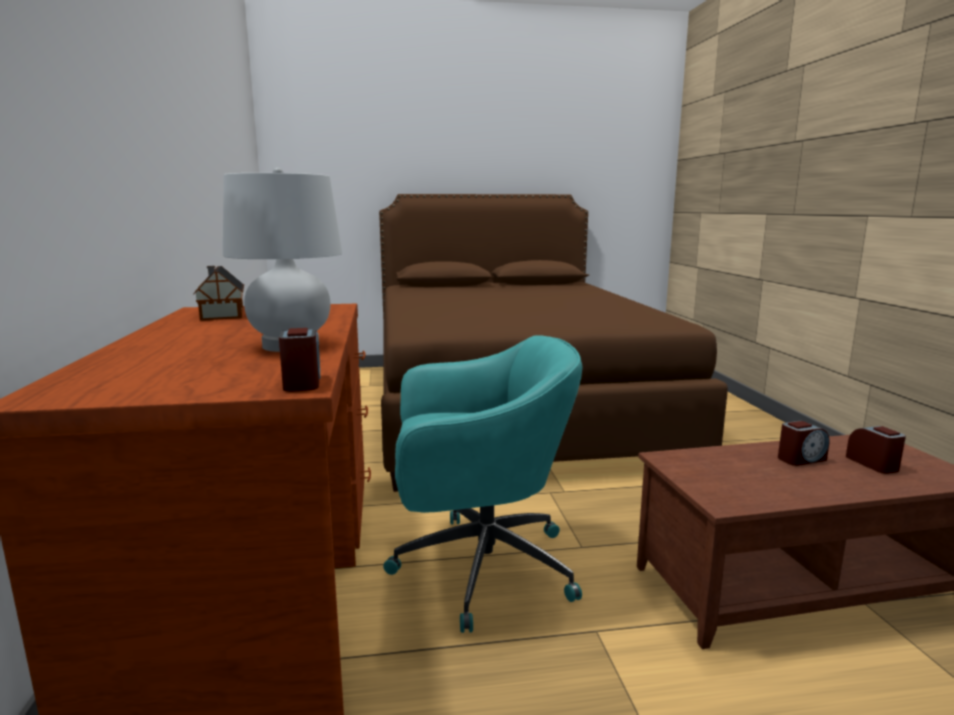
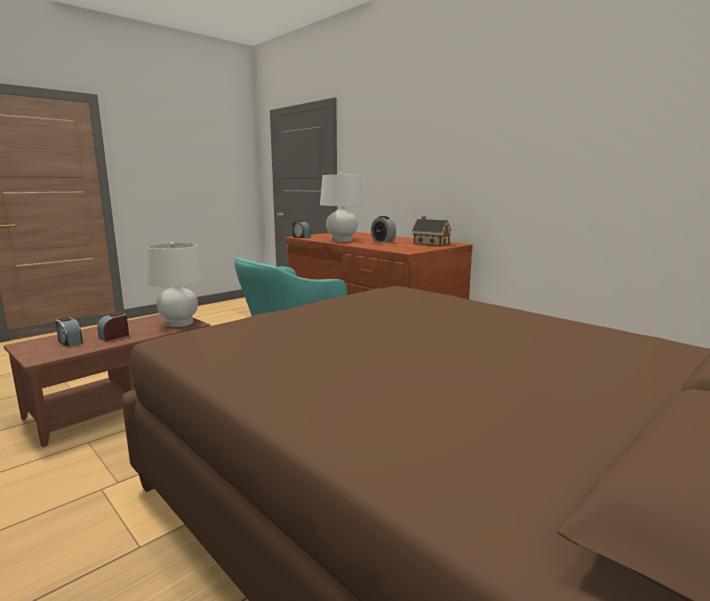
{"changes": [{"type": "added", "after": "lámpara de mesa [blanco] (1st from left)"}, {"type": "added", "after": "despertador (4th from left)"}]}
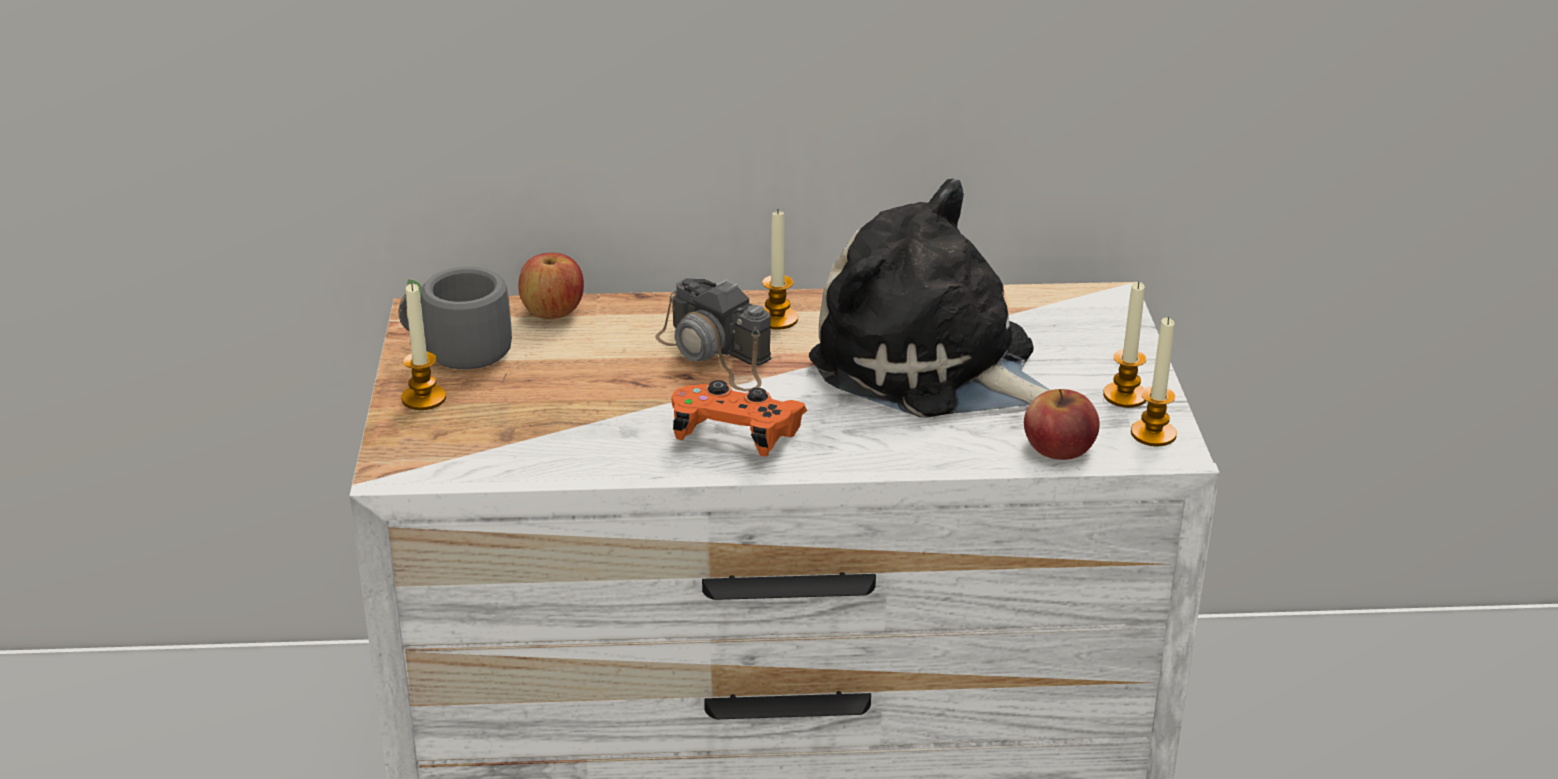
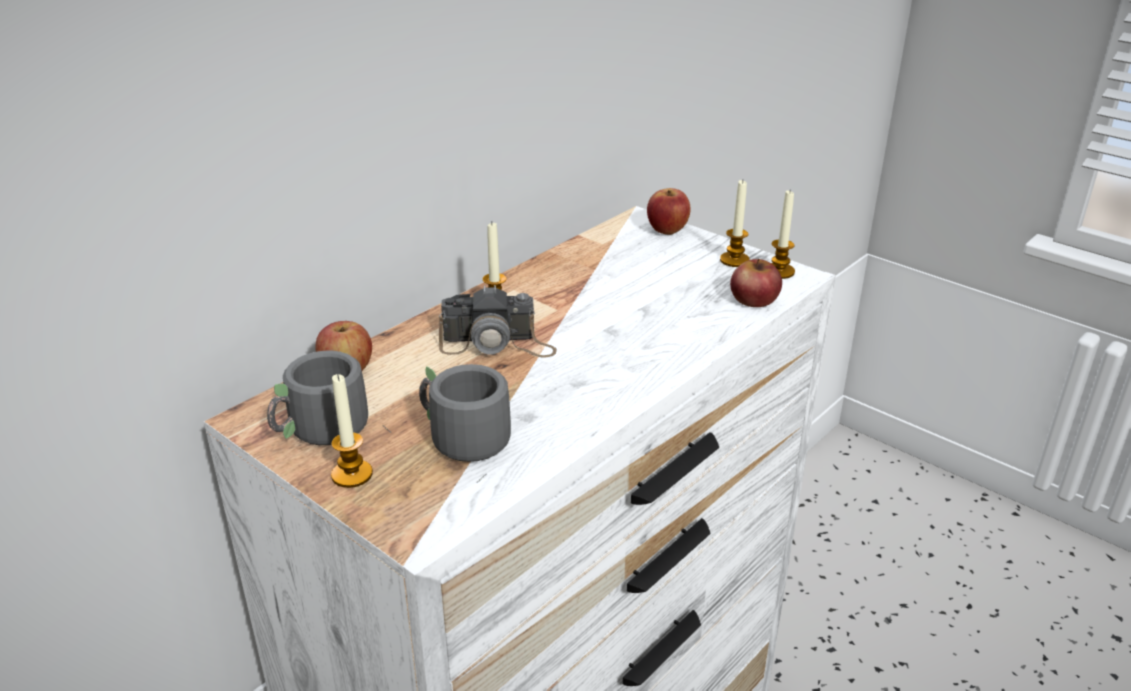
{"changes": [{"type": "removed", "before": "mando de consola [naranja]"}, {"type": "removed", "before": "peluche"}, {"type": "added", "after": "taza grande [gris] (2nd from left)"}, {"type": "added", "after": "manzana (2nd from left)"}]}
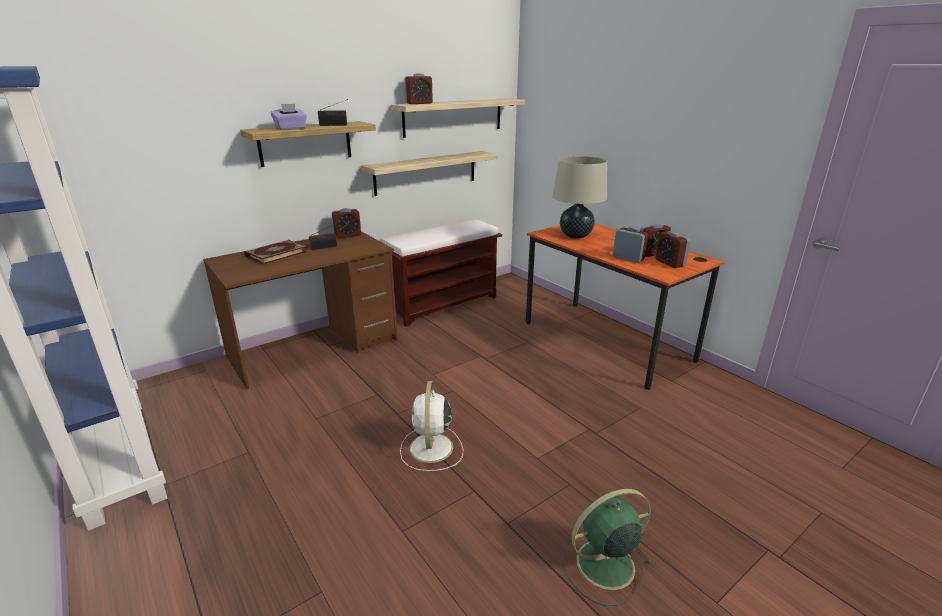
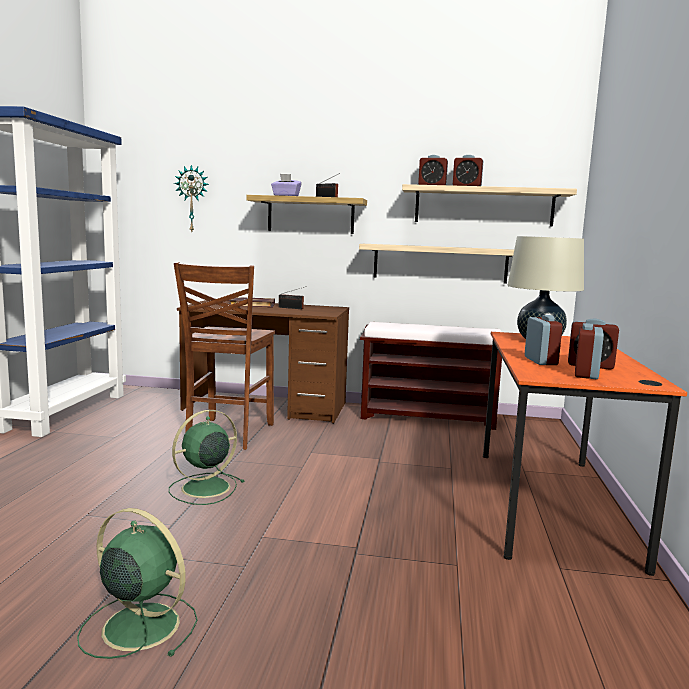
{"changes": [{"type": "moved", "before": "despertador (1st from left in the first image)", "after": "despertador (2nd from left)"}, {"type": "recoloured", "before": "ventilador [blanco]", "after": "ventilador [verde] (2nd from left)"}, {"type": "added", "after": "reloj de pared"}, {"type": "added", "after": "silla [marrón]"}]}
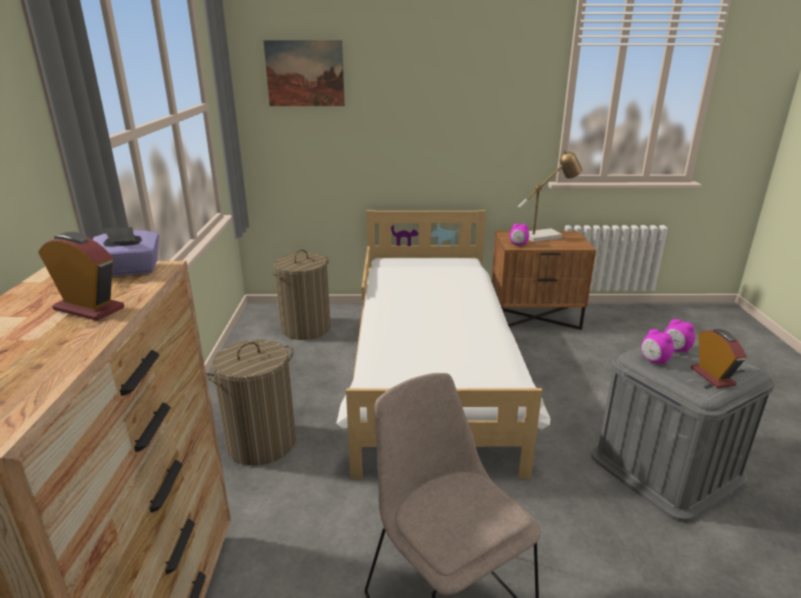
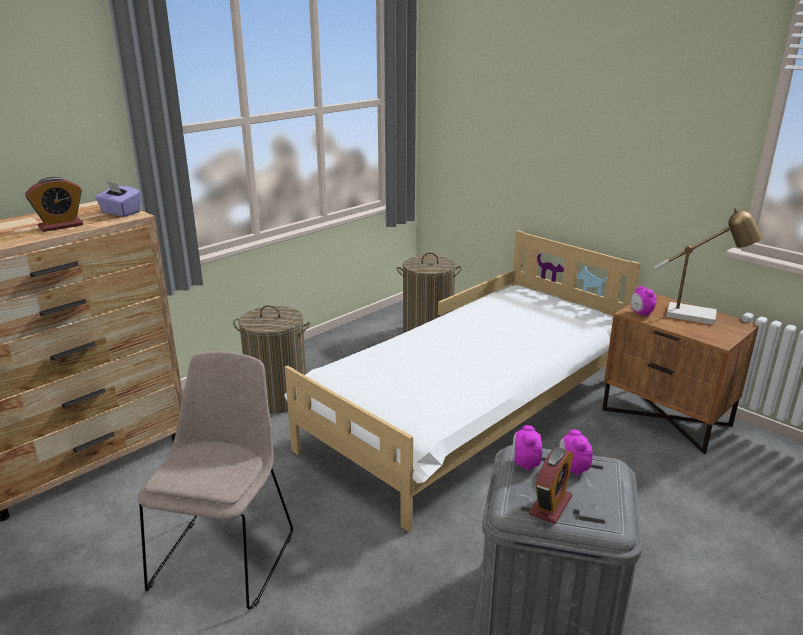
{"changes": [{"type": "turned", "before": "despertador (1st from left)", "turn": 75}, {"type": "removed", "before": "cuadro"}]}
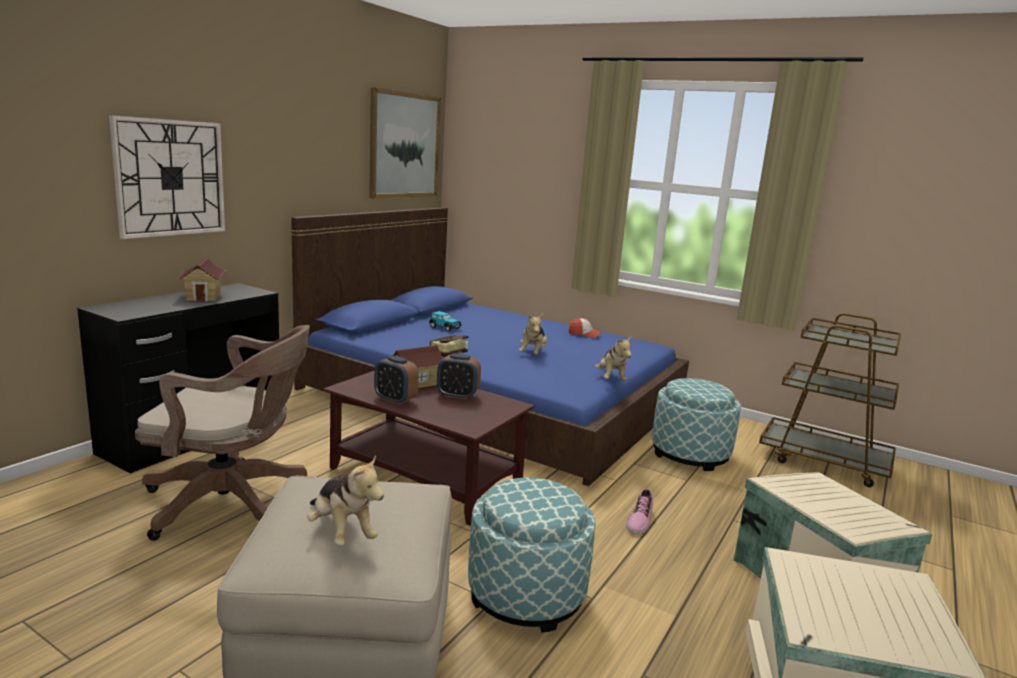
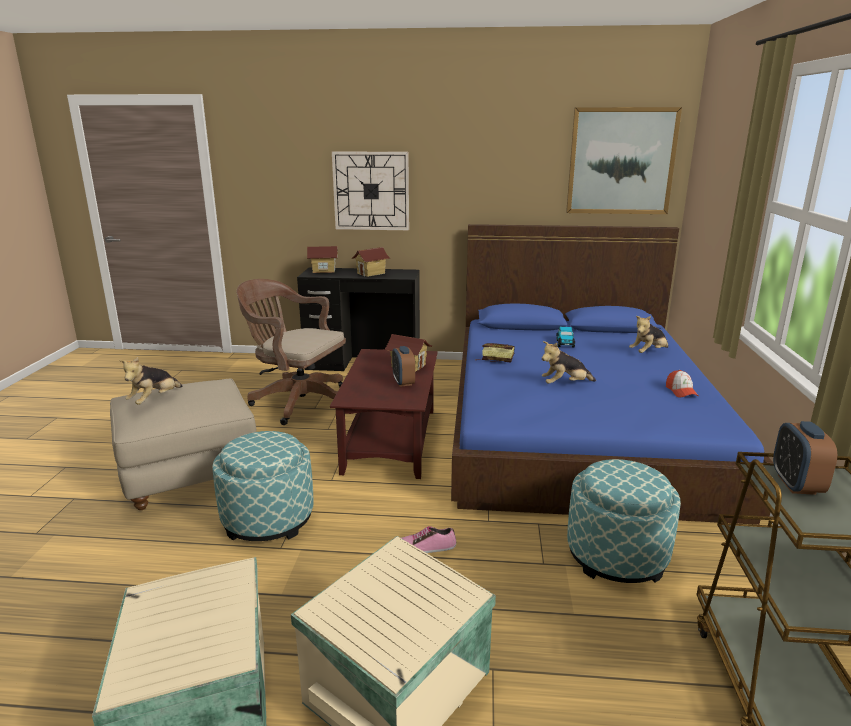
{"changes": [{"type": "turned", "before": "silla de oficina [marrón]", "turn": 135}, {"type": "moved", "before": "despertador (1st from left in the first image)", "after": "despertador (2nd from left)"}, {"type": "moved", "before": "peluche (3rd from left)"}, {"type": "added", "after": "casita (1st from left)"}]}
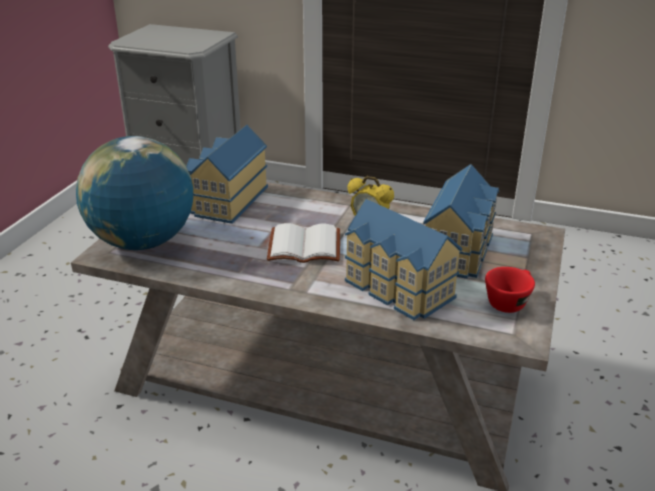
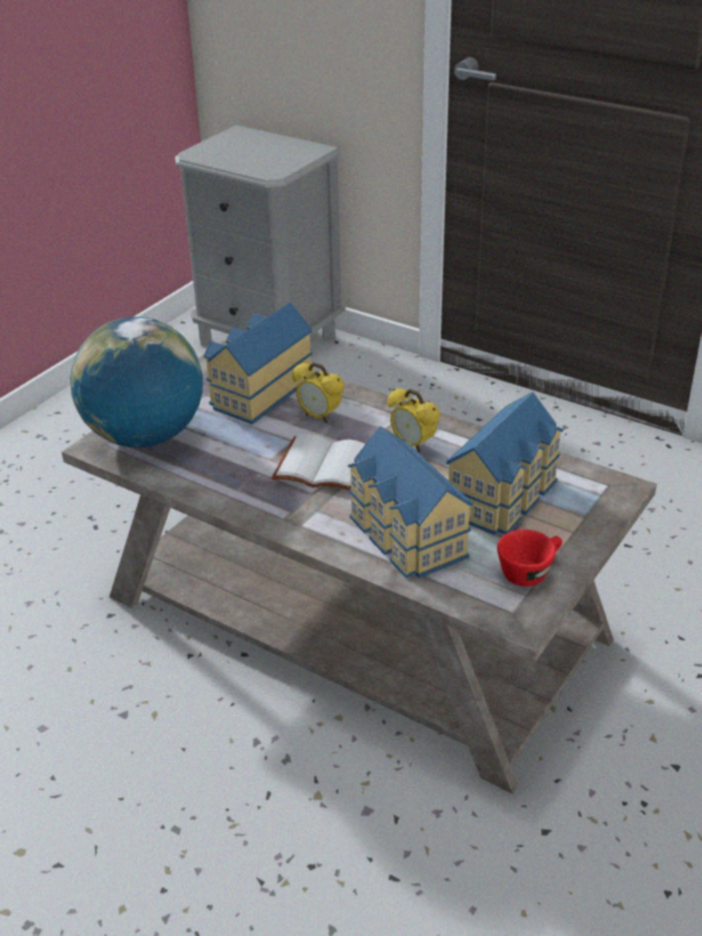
{"changes": [{"type": "added", "after": "despertador (1st from left)"}]}
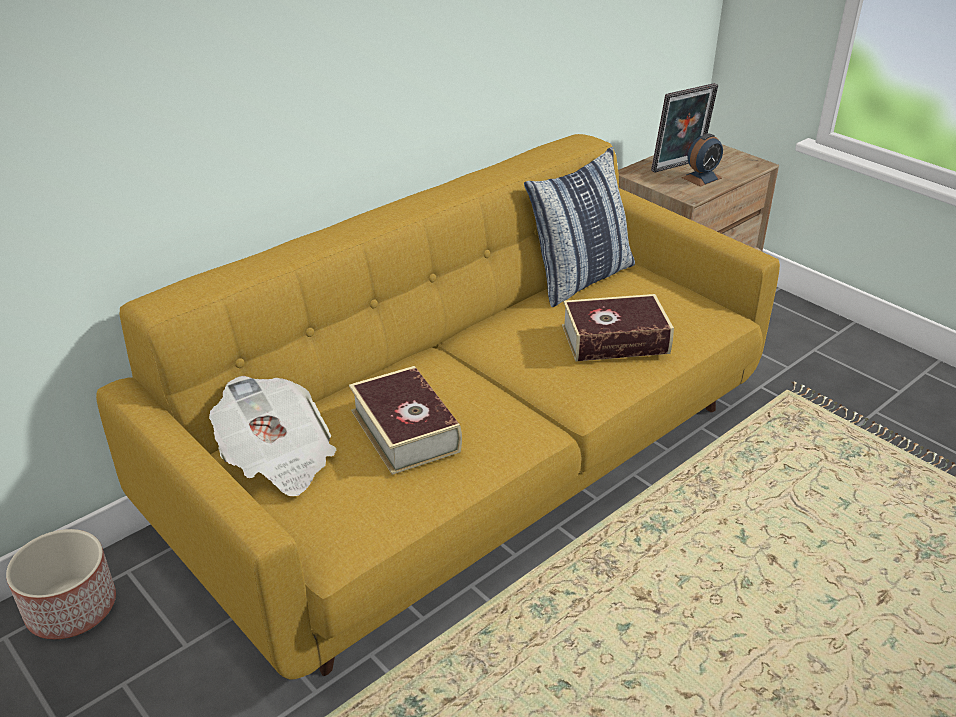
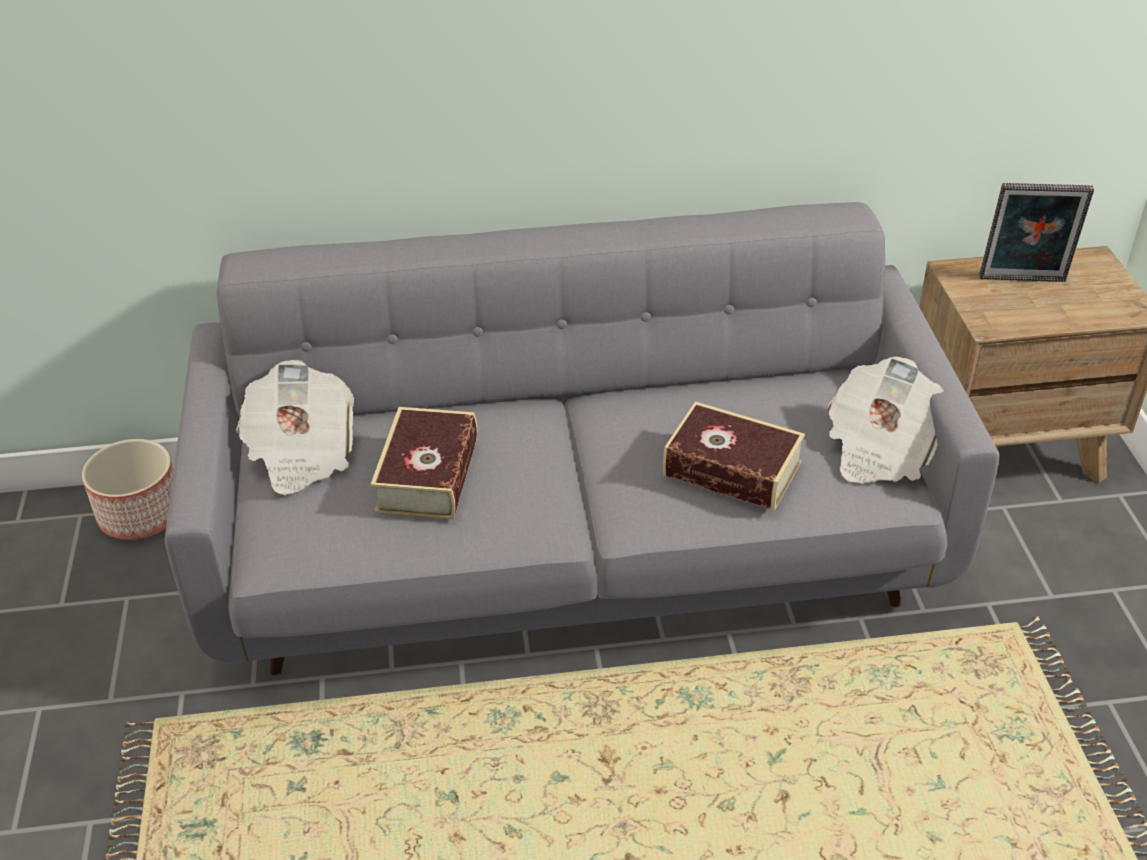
{"changes": [{"type": "recoloured", "before": "sofá [amarillo]", "after": "sofá [gris]"}, {"type": "removed", "before": "cojín"}, {"type": "removed", "before": "despertador"}, {"type": "added", "after": "periódico (2nd from left)"}]}
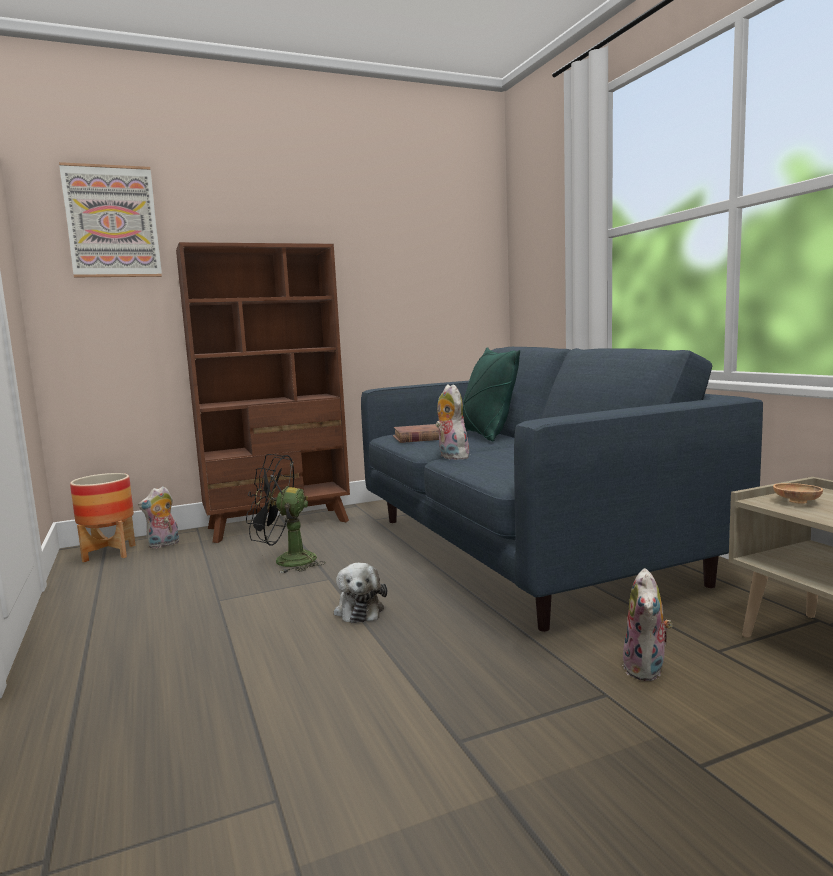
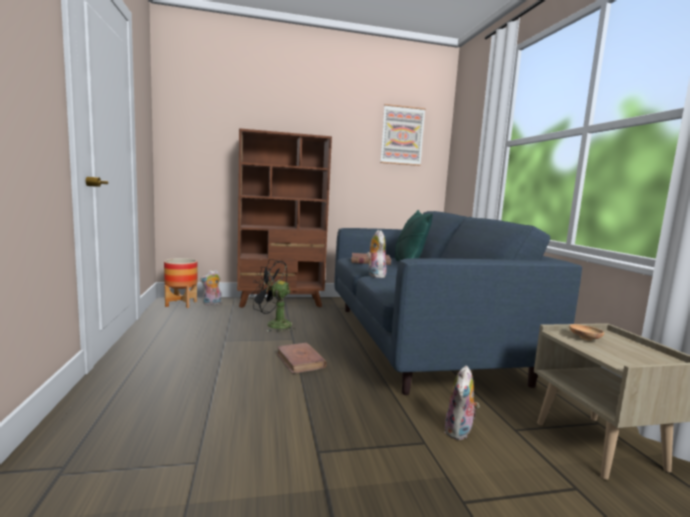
{"changes": [{"type": "moved", "before": "cuadro"}, {"type": "replaced", "before": "peluche (2nd from left)", "after": "libro [marrón] (1st from left)"}]}
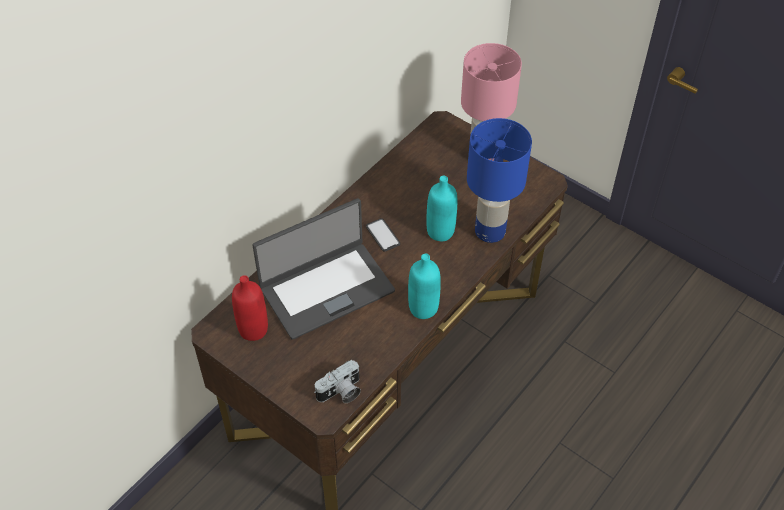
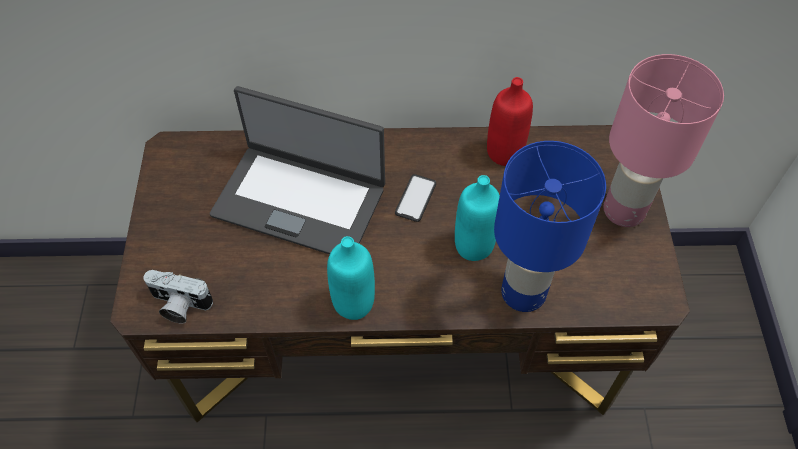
{"changes": [{"type": "moved", "before": "botella [rojo]"}]}
